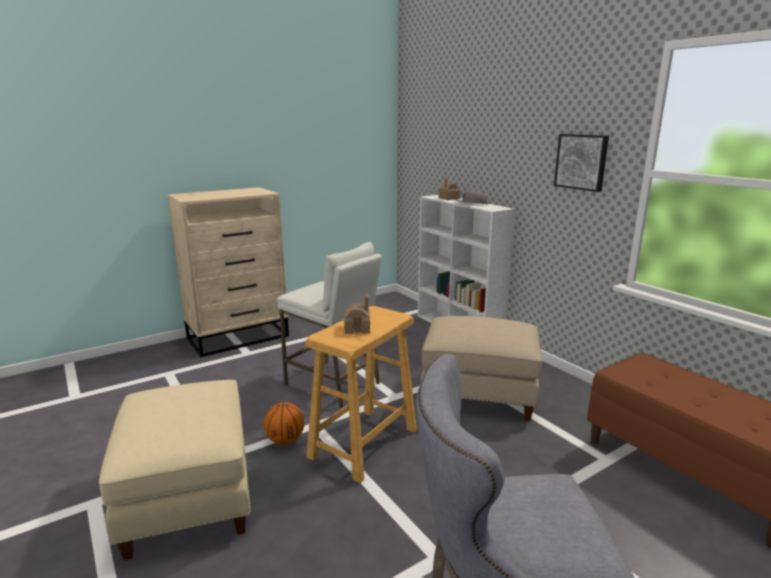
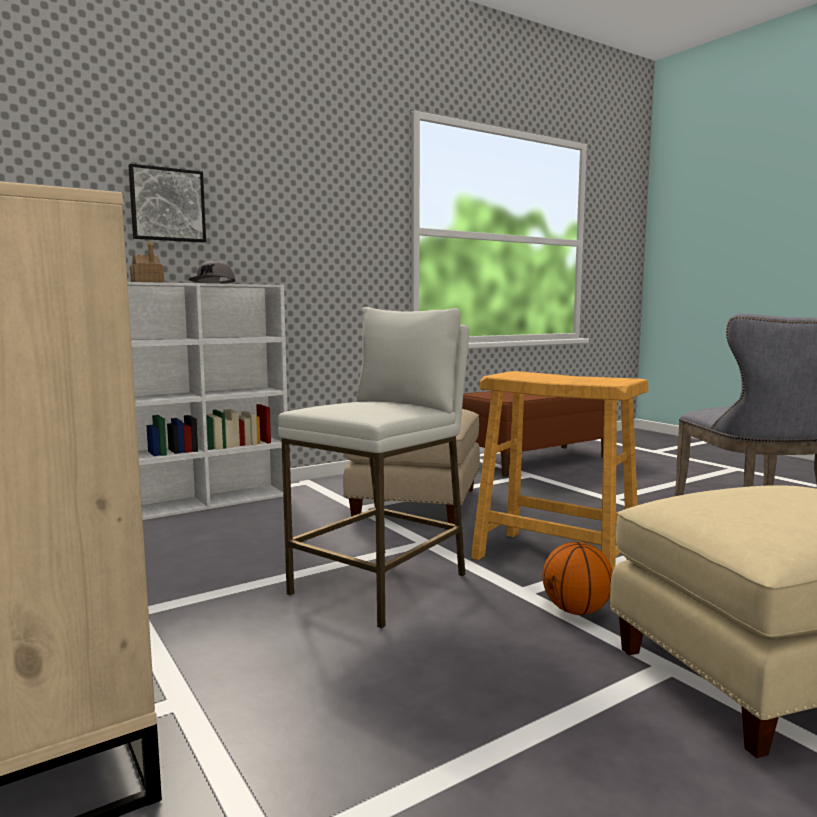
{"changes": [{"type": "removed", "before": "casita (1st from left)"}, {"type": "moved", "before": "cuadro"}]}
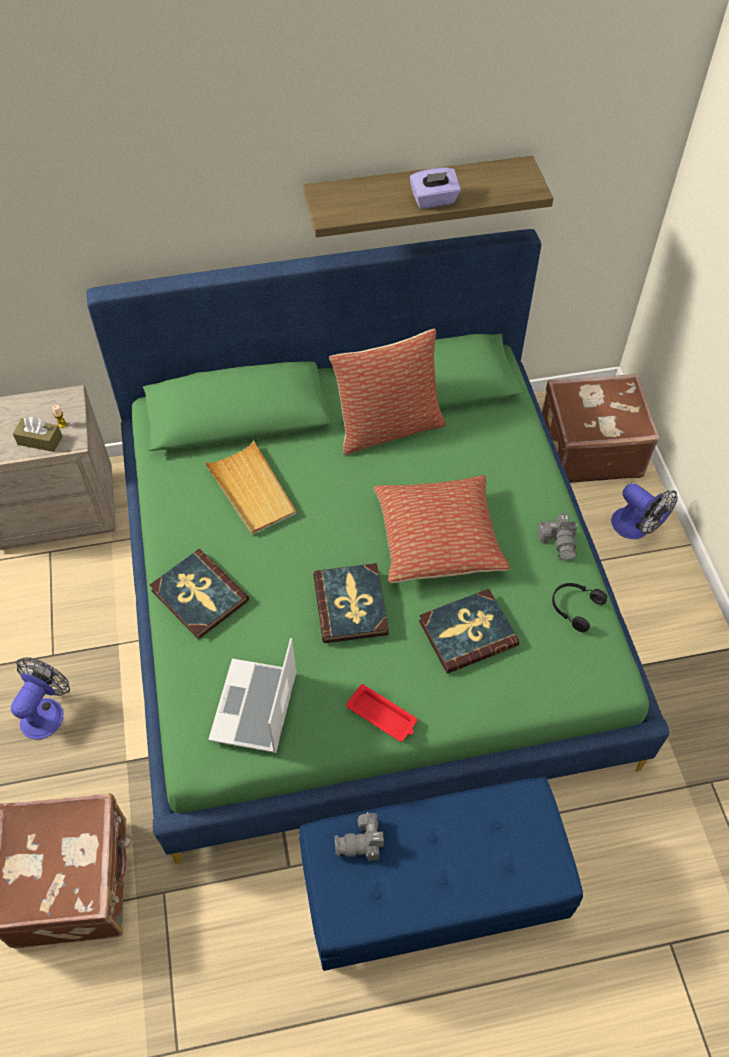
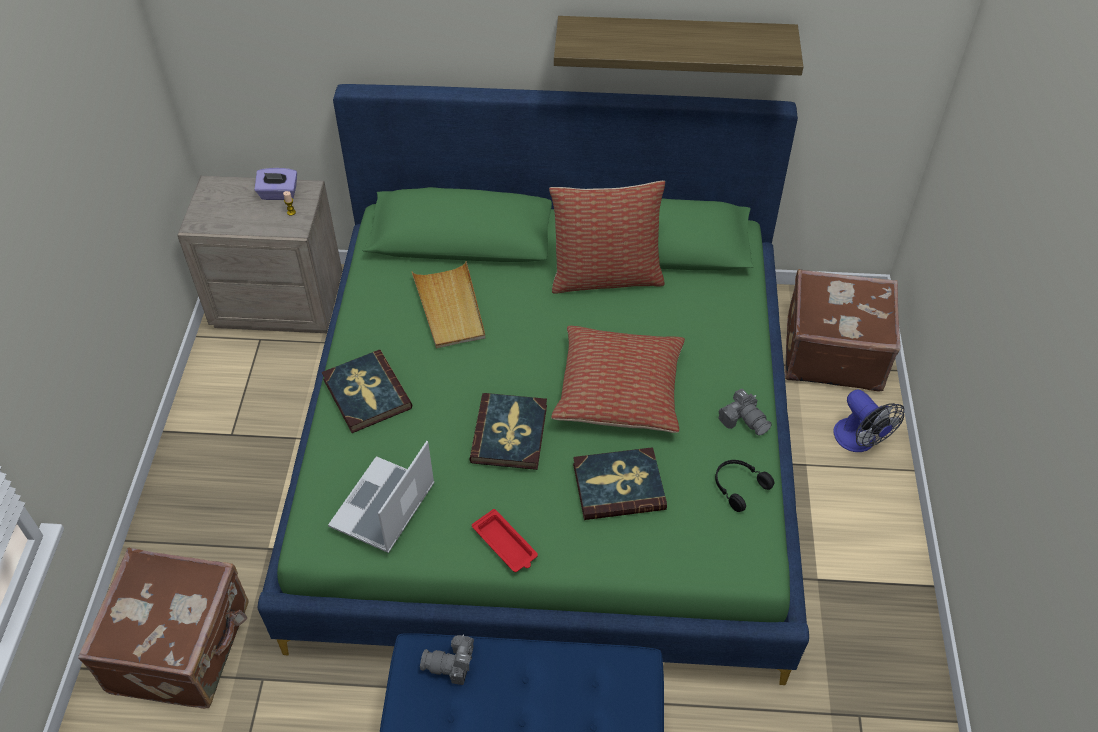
{"changes": [{"type": "removed", "before": "ventilador (1st from left)"}, {"type": "removed", "before": "caja de pañuelos [marrón]"}, {"type": "moved", "before": "caja de pañuelos [morado]"}, {"type": "turned", "before": "cámara (2nd from left)", "turn": -45}]}
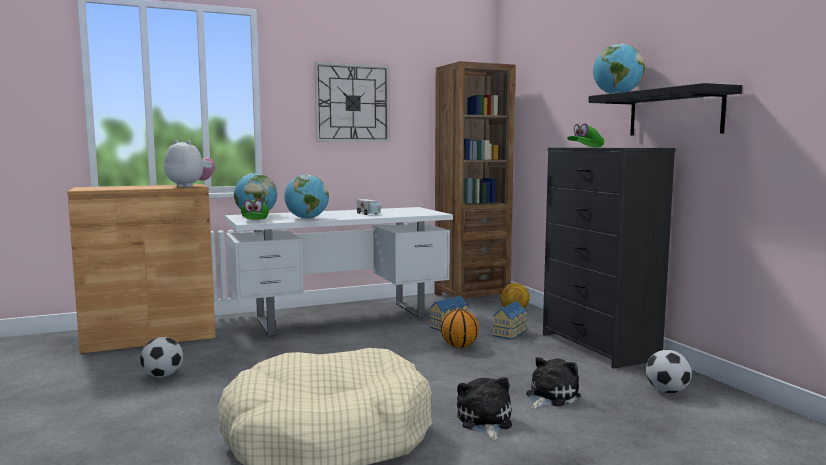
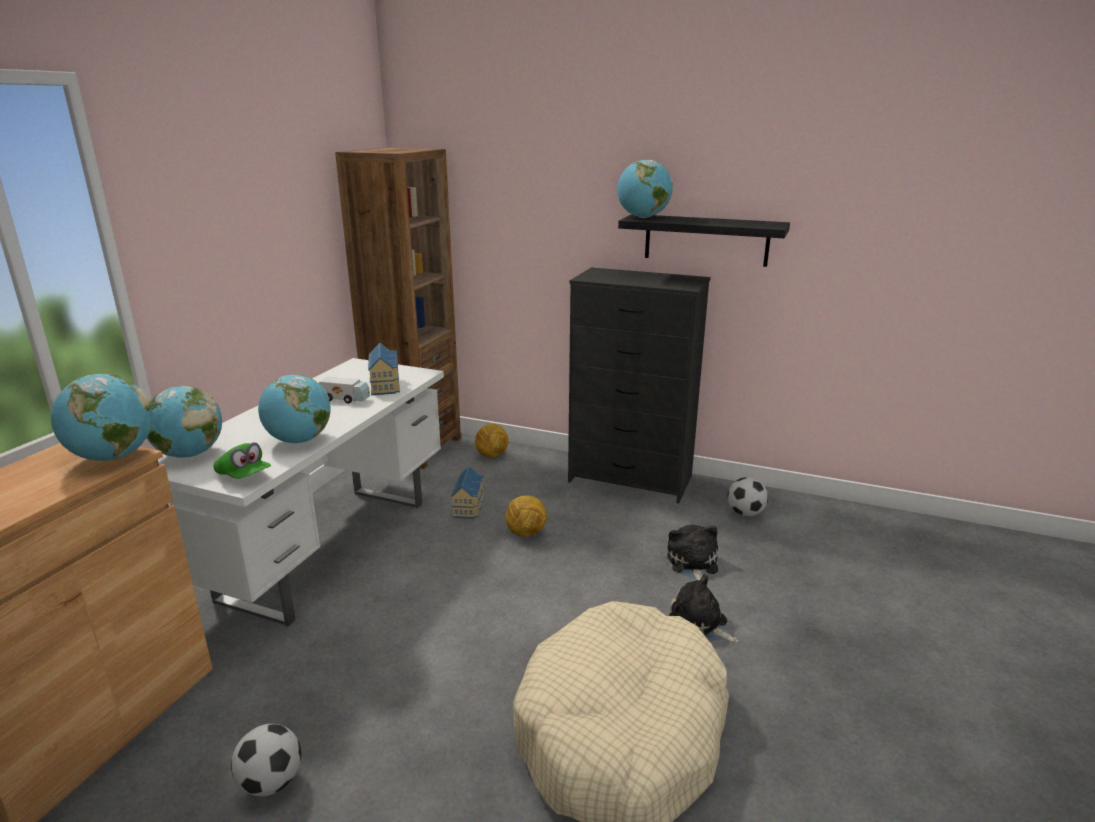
{"changes": [{"type": "replaced", "before": "peluche (1st from left)", "after": "globo terráqueo (1st from left)"}, {"type": "removed", "before": "reloj de pared"}, {"type": "replaced", "before": "balón de baloncesto", "after": "balón de fútbol (3rd from left)"}, {"type": "moved", "before": "casita (2nd from left in the first image)", "after": "casita (1st from left)"}, {"type": "removed", "before": "gorra [verde] (2nd from left)"}]}
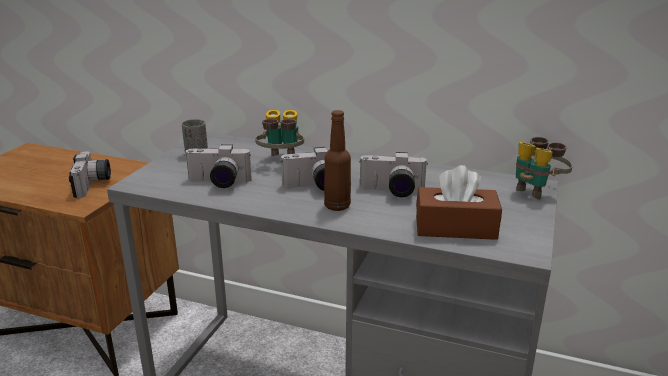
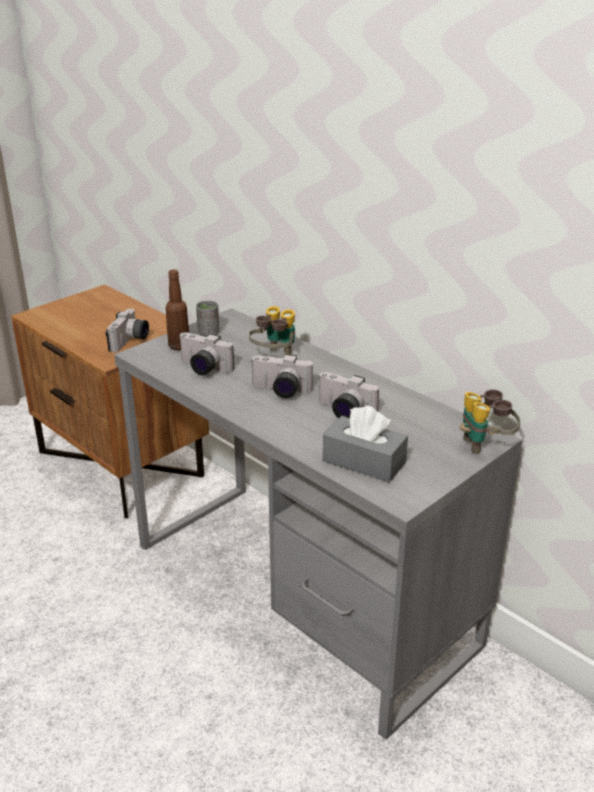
{"changes": [{"type": "moved", "before": "botella [marrón]"}, {"type": "recoloured", "before": "caja de pañuelos [marrón]", "after": "caja de pañuelos [gris]"}]}
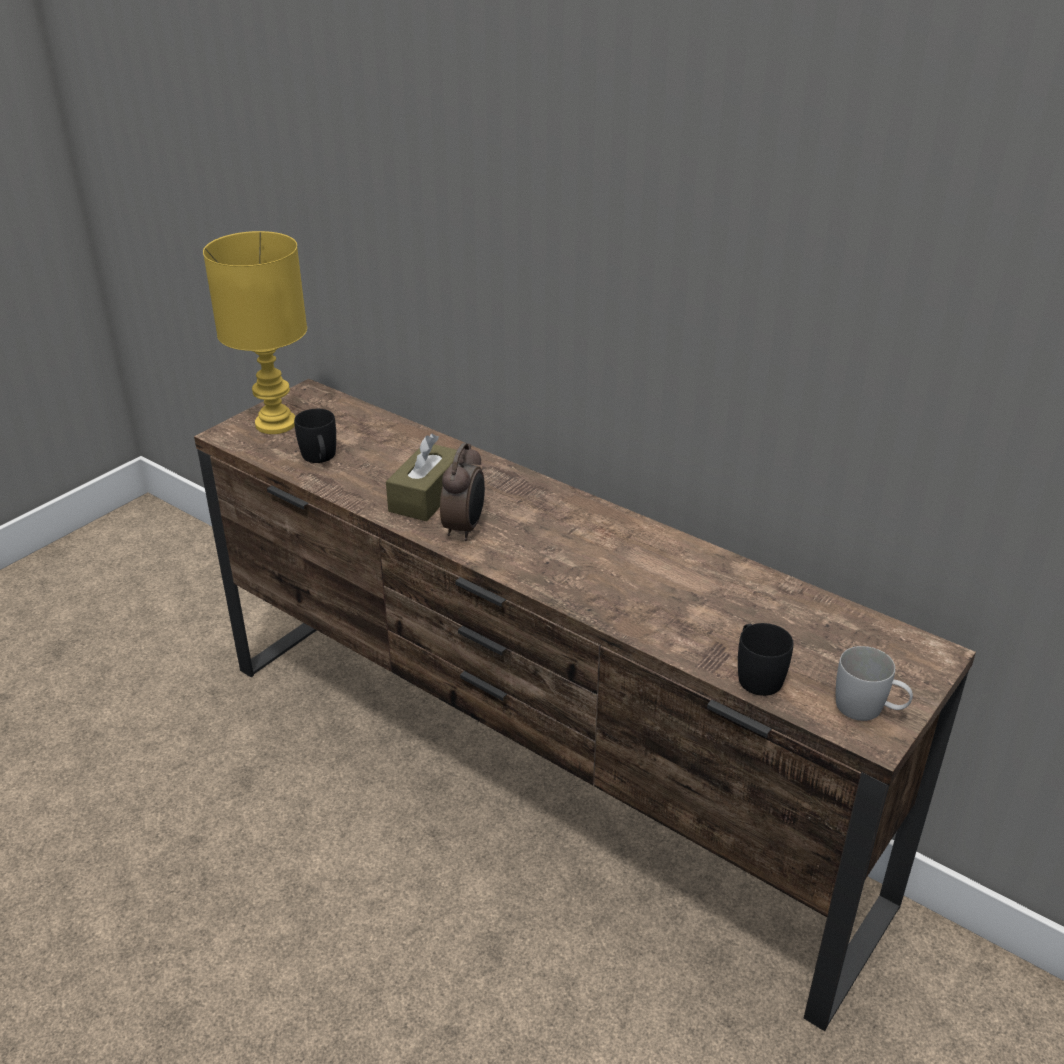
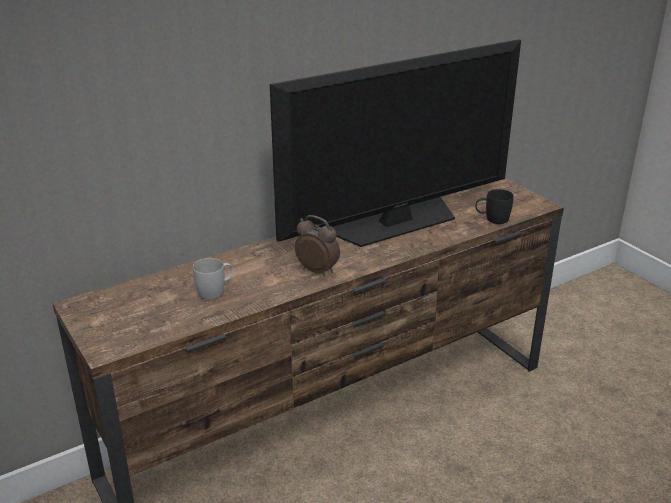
{"changes": [{"type": "removed", "before": "lámpara de mesa [amarillo]"}, {"type": "removed", "before": "taza grande [negro] (1st from left)"}, {"type": "removed", "before": "caja de pañuelos [marrón]"}, {"type": "moved", "before": "taza grande [blanco]"}, {"type": "added", "after": "televisor"}]}
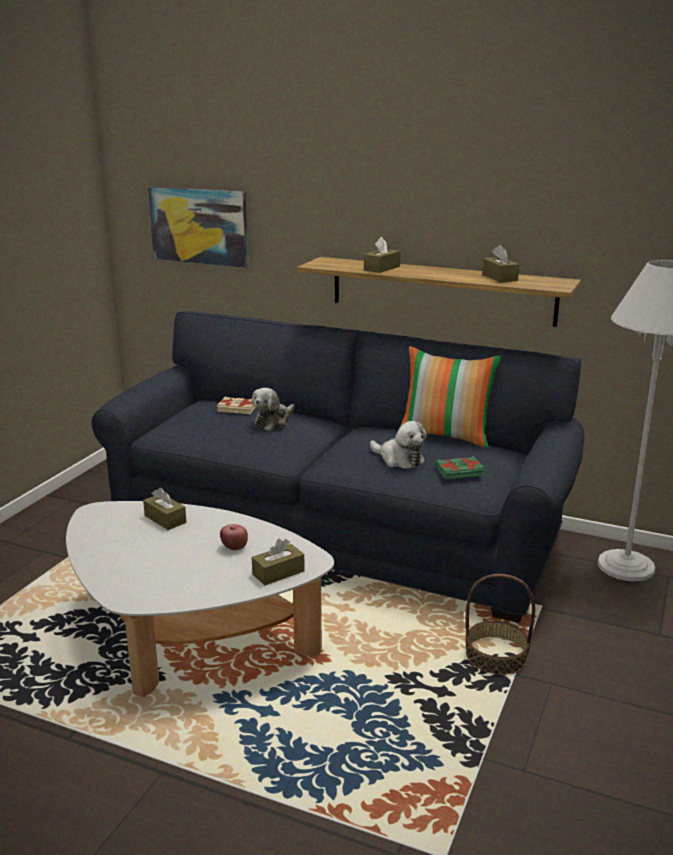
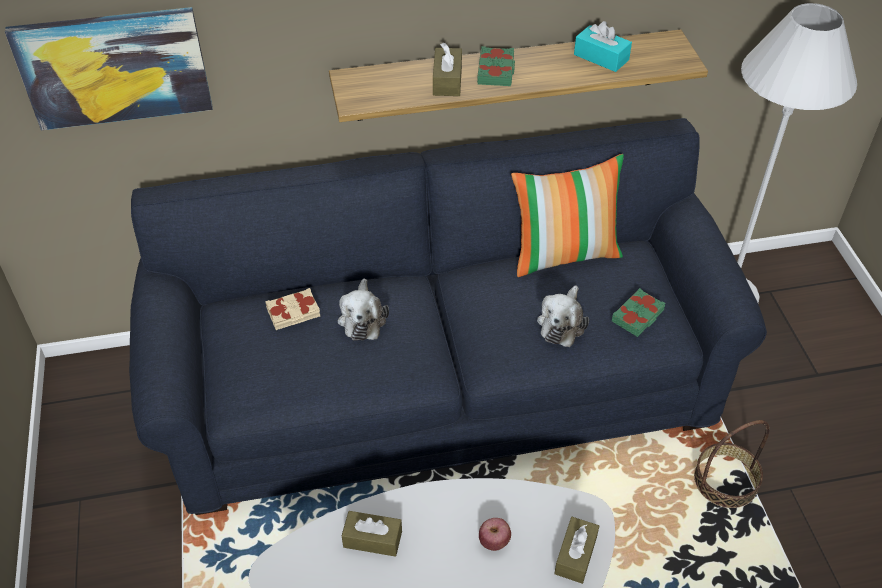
{"changes": [{"type": "turned", "before": "peluche (2nd from left)", "turn": 105}, {"type": "recoloured", "before": "caja de pañuelos [marrón] (4th from left)", "after": "caja de pañuelos [turquesa]"}, {"type": "added", "after": "libro [verde] (1st from left)"}]}
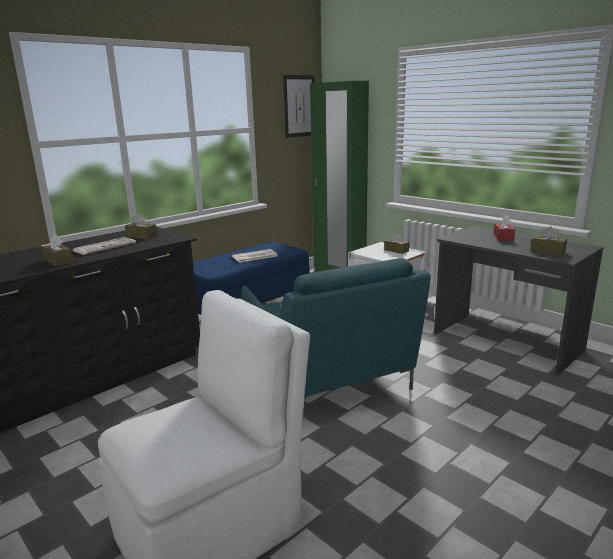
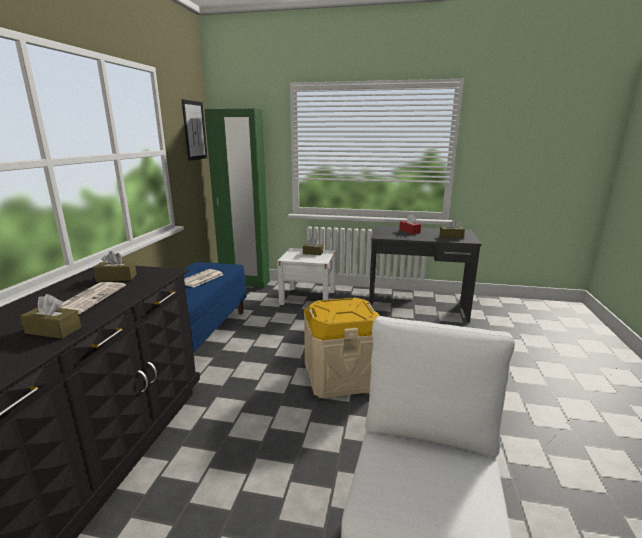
{"changes": [{"type": "replaced", "before": "sillón [turquesa]", "after": "caja de almacenaje [beis]"}]}
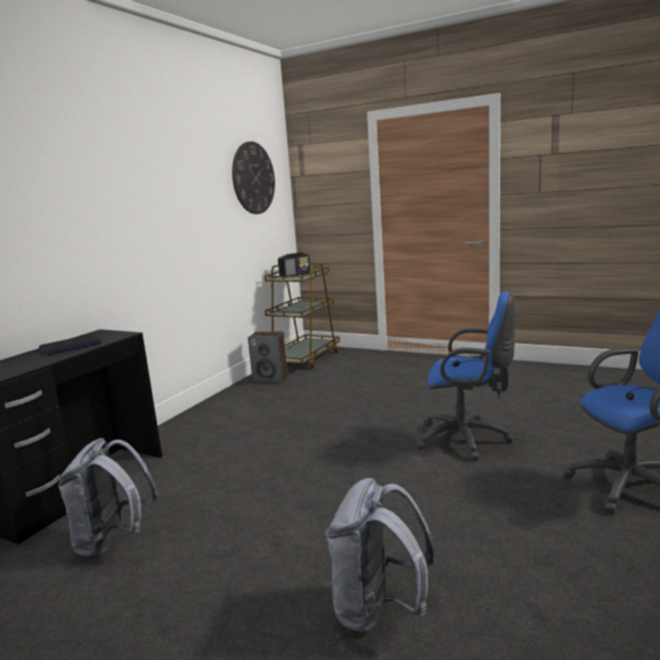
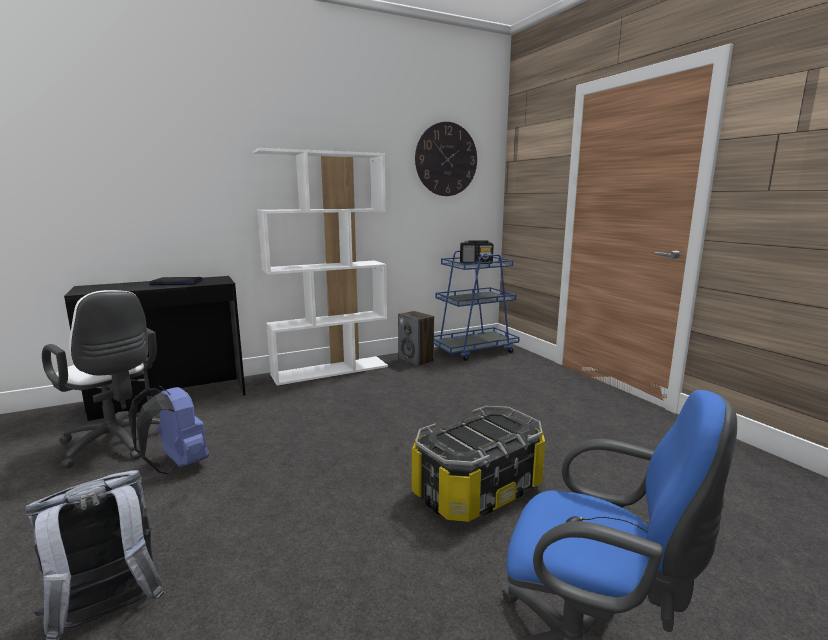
{"changes": [{"type": "replaced", "before": "mochila [gris] (1st from left)", "after": "silla de oficina [blanco]"}, {"type": "recoloured", "before": "carrito [marrón]", "after": "carrito [azul]"}, {"type": "replaced", "before": "silla de oficina [azul] (1st from left)", "after": "caja de almacenaje"}, {"type": "added", "after": "mochila [azul]"}, {"type": "added", "after": "estantería [blanco]"}]}
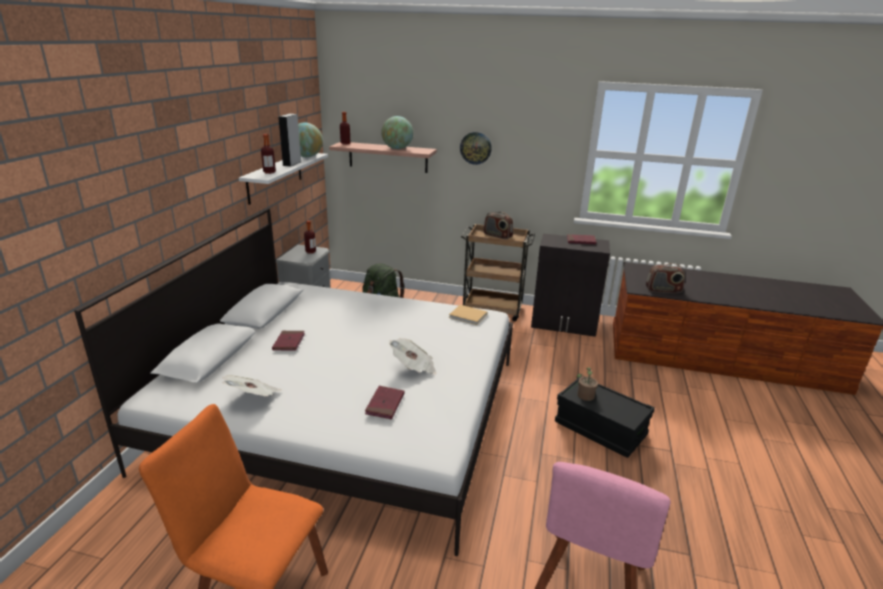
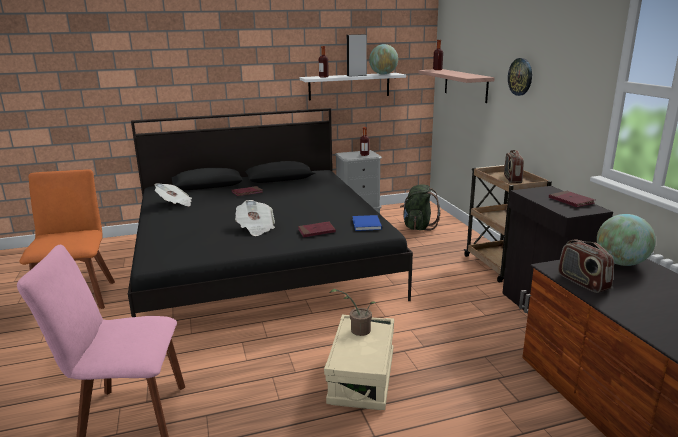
{"changes": [{"type": "recoloured", "before": "cama [blanco]", "after": "cama [negro]"}, {"type": "moved", "before": "libro [rojo] (2nd from left)"}, {"type": "moved", "before": "globo terráqueo (2nd from left)"}, {"type": "recoloured", "before": "libro [beis]", "after": "libro [azul]"}, {"type": "recoloured", "before": "caja de almacenaje [negro]", "after": "caja de almacenaje [beis]"}]}
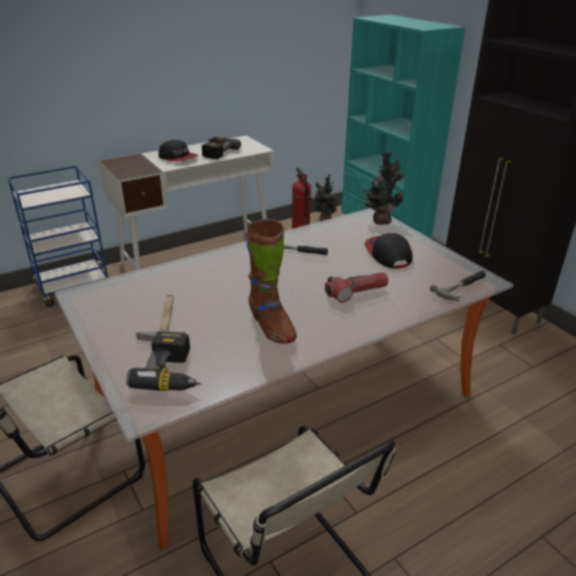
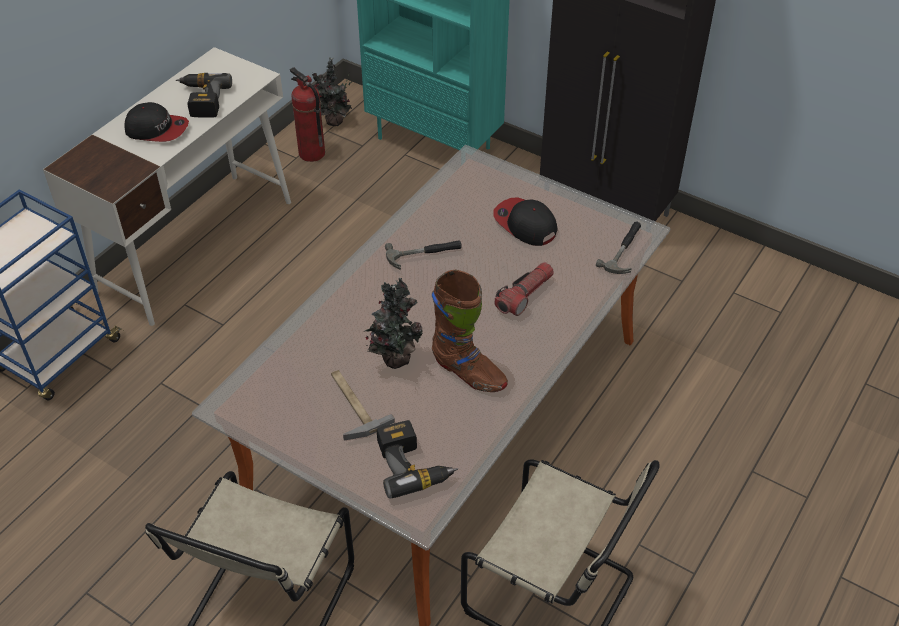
{"changes": [{"type": "moved", "before": "planta en maceta (2nd from left)"}]}
